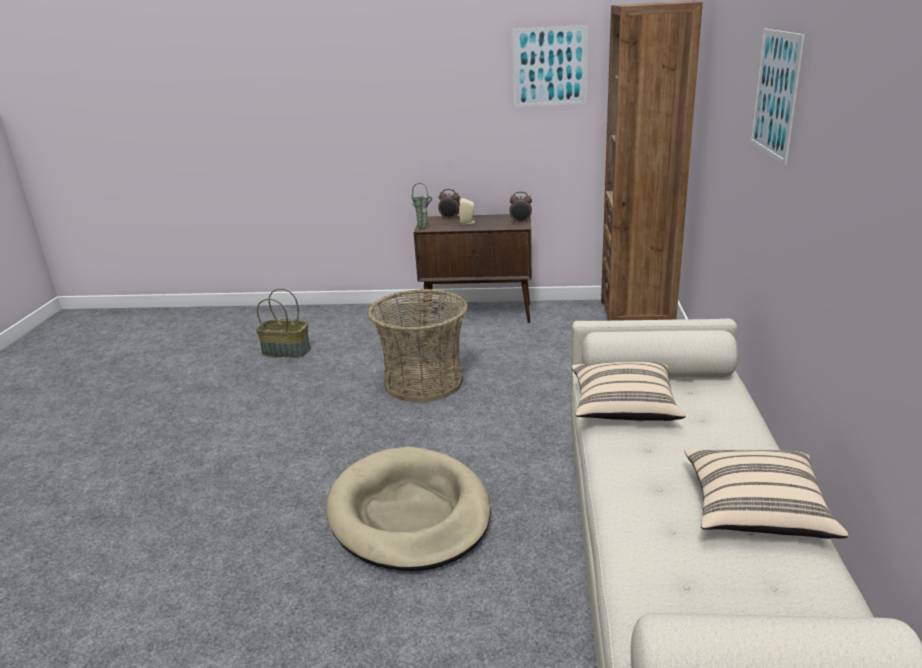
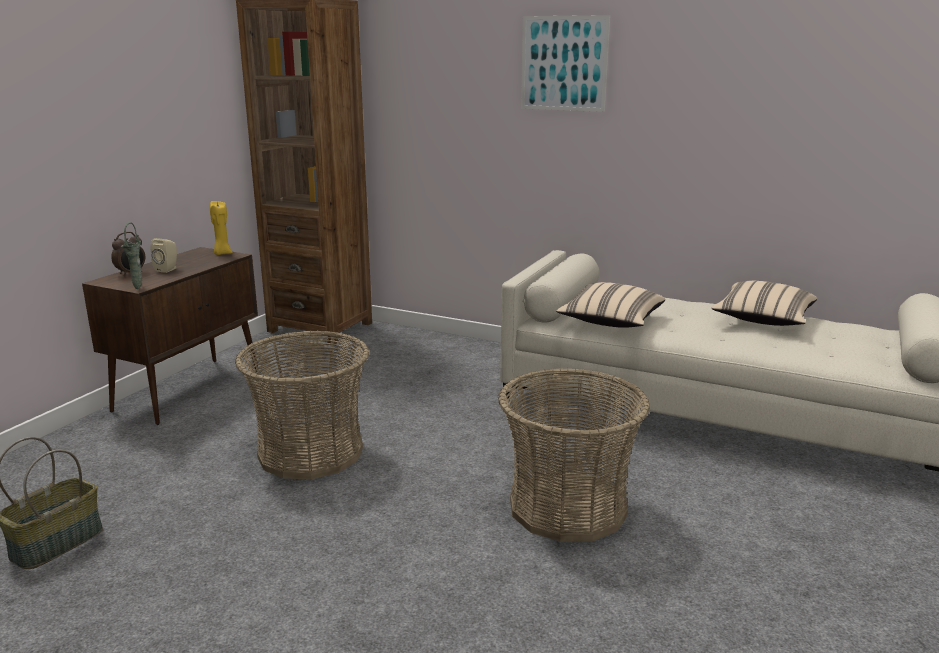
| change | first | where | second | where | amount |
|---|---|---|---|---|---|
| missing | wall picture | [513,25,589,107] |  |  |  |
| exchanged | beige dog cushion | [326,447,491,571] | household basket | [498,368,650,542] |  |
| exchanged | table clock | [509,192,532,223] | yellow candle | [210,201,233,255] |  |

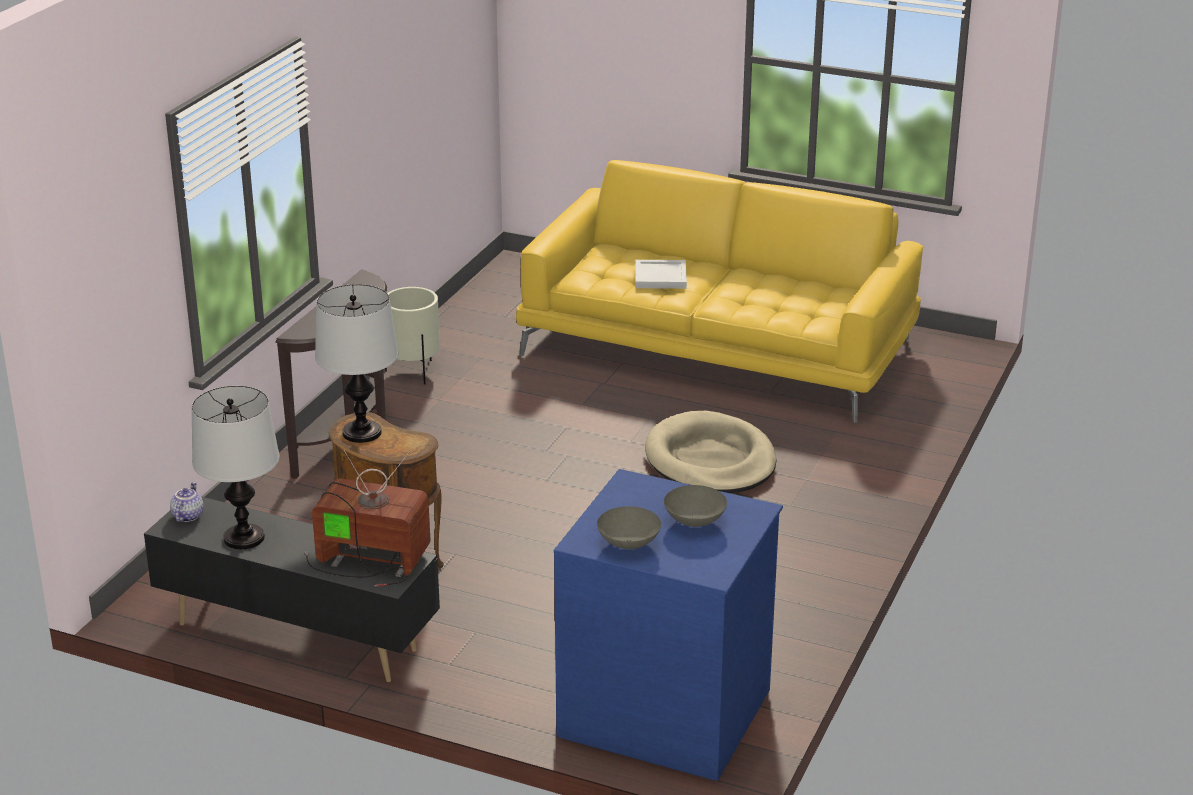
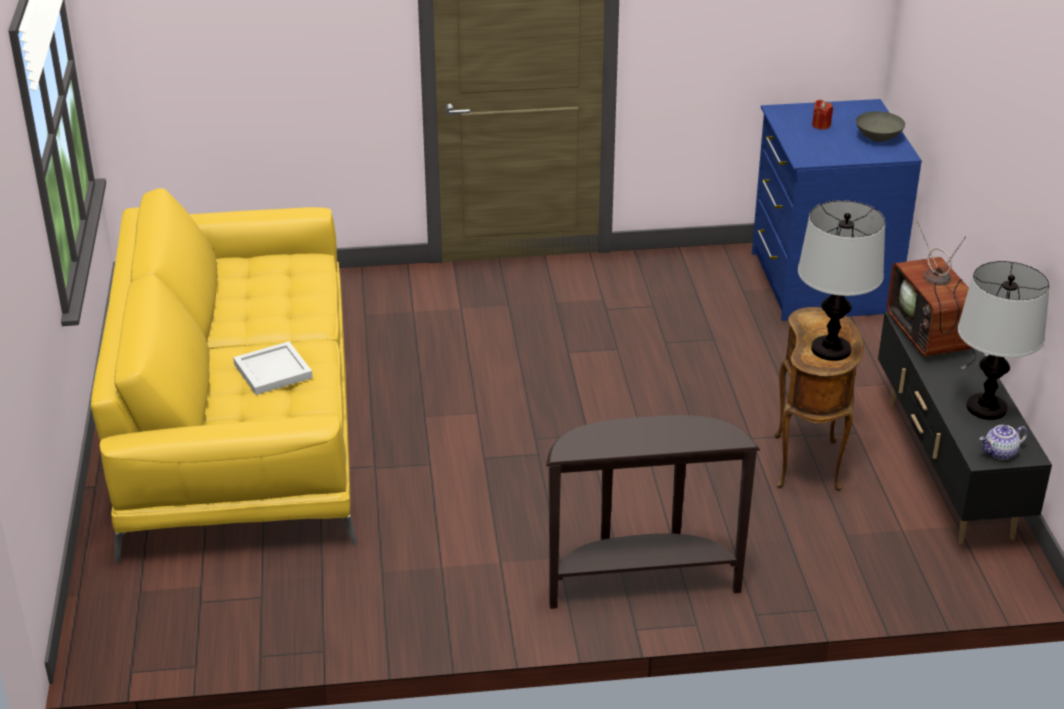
| change | first | where | second | where | amount |
|---|---|---|---|---|---|
| missing | beige plant pot | [385,287,440,385] |  |  |  |
| missing | beige dog cushion | [645,411,777,493] |  |  |  |
| exchanged | grey bowl | [664,485,727,527] | red candle | [812,100,833,130] |  |

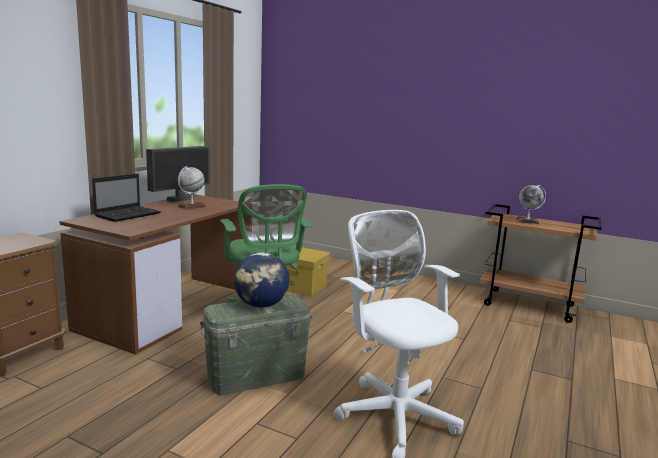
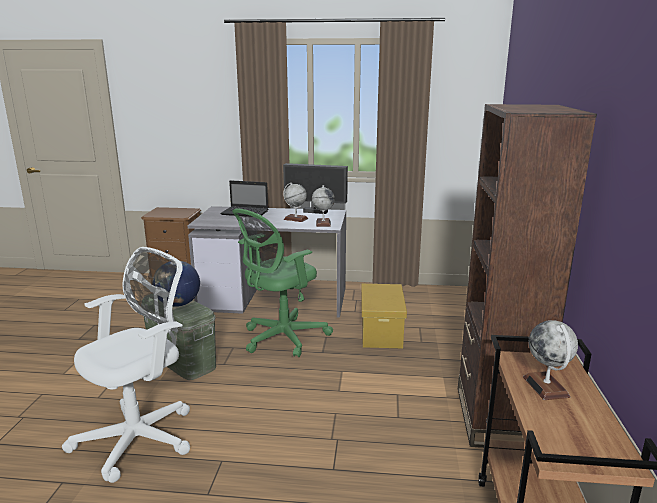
| change | first | where | second | where | amount |
|---|---|---|---|---|---|
| appeared |  |  | desk globe | [312,185,335,227] |  |
| appeared |  |  | brown-coloured bookcase | [458,104,597,448] |  |
| colour | brown-coloured desk | [59,194,243,355] | grey desk | [187,206,346,318] |  |

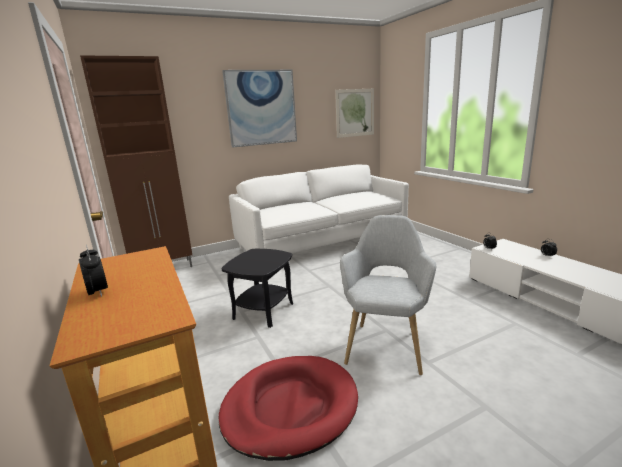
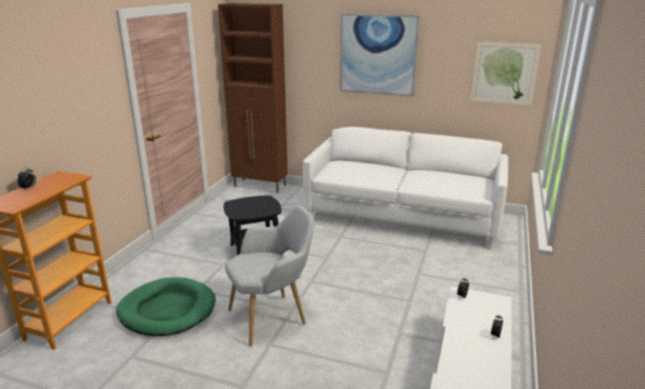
| change | first | where | second | where | amount |
|---|---|---|---|---|---|
| colour | red dog cushion | [219,356,358,461] | green dog cushion | [116,277,216,336] |  |

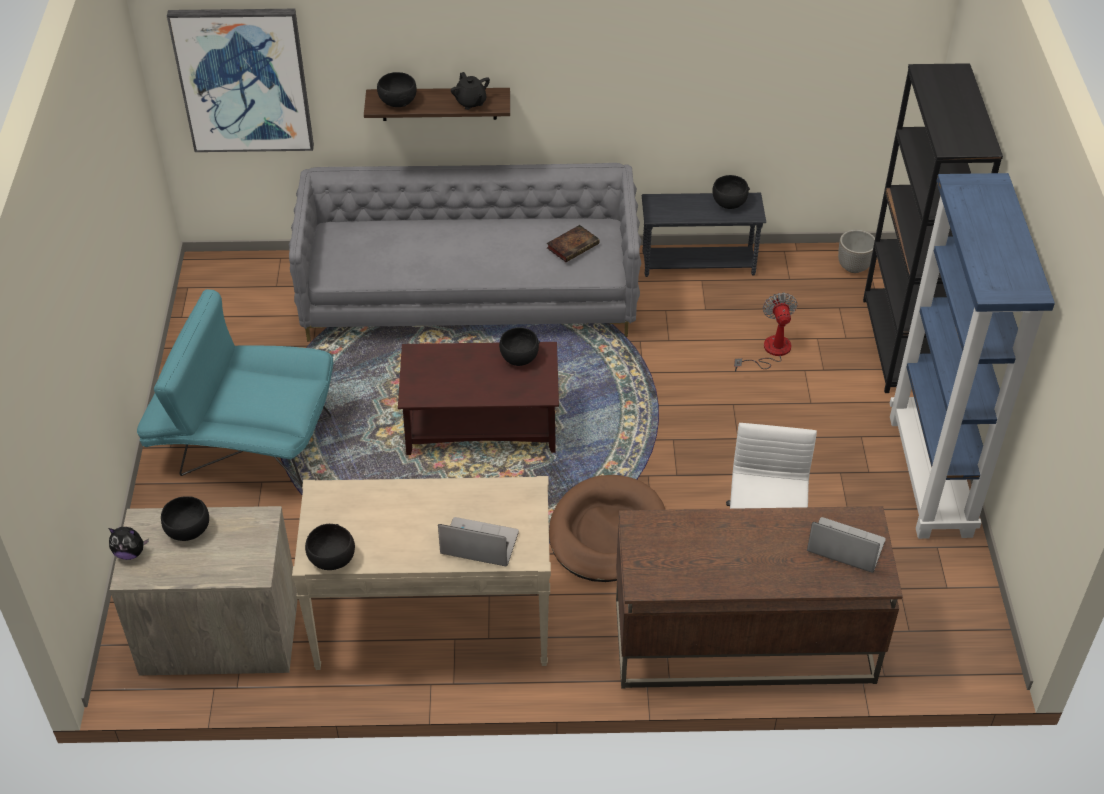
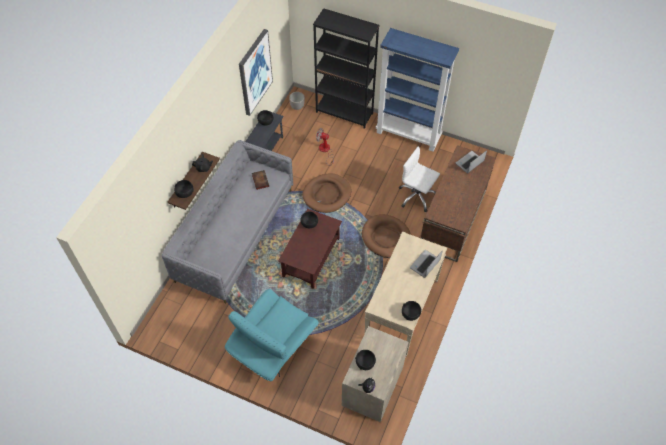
| change | first | where | second | where | amount |
|---|---|---|---|---|---|
| appeared |  |  | brown-coloured dog cushion | [302,173,351,213] |  |
| relocated | wall picture | [167,9,314,152] |  | [239,29,273,116] |  |

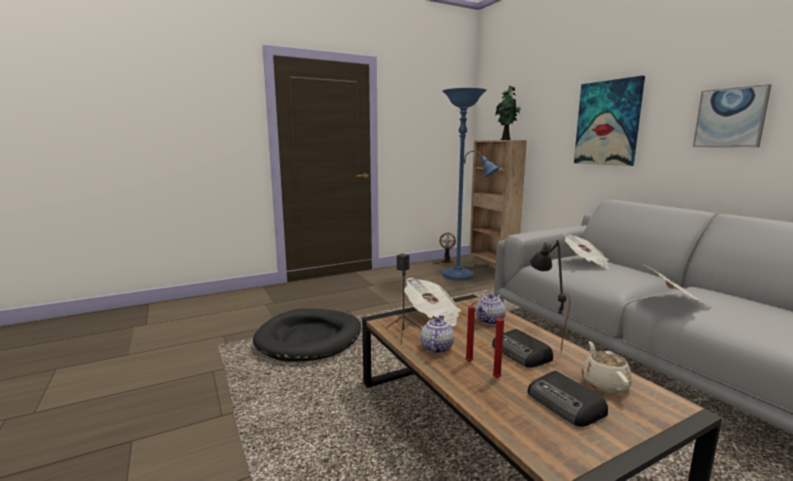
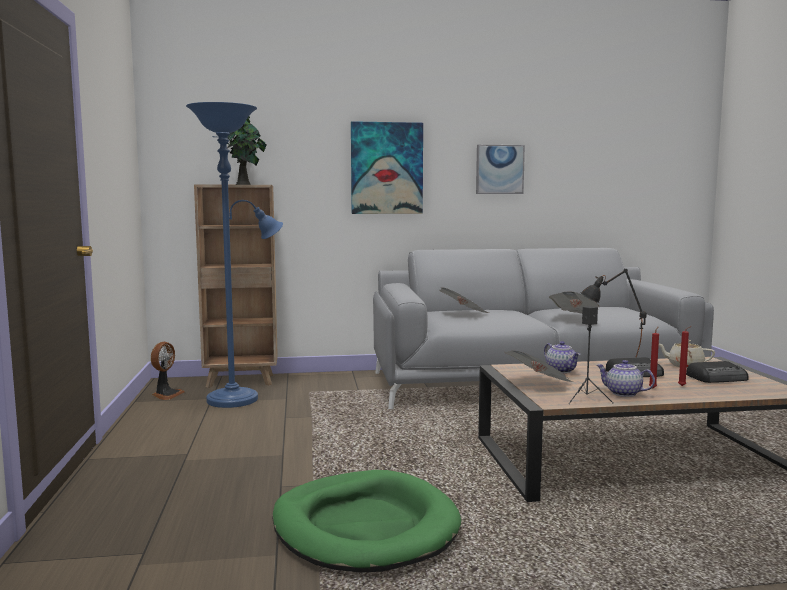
| change | first | where | second | where | amount |
|---|---|---|---|---|---|
| colour | blackish dog cushion | [253,308,361,362] | green dog cushion | [272,470,461,573] |  |

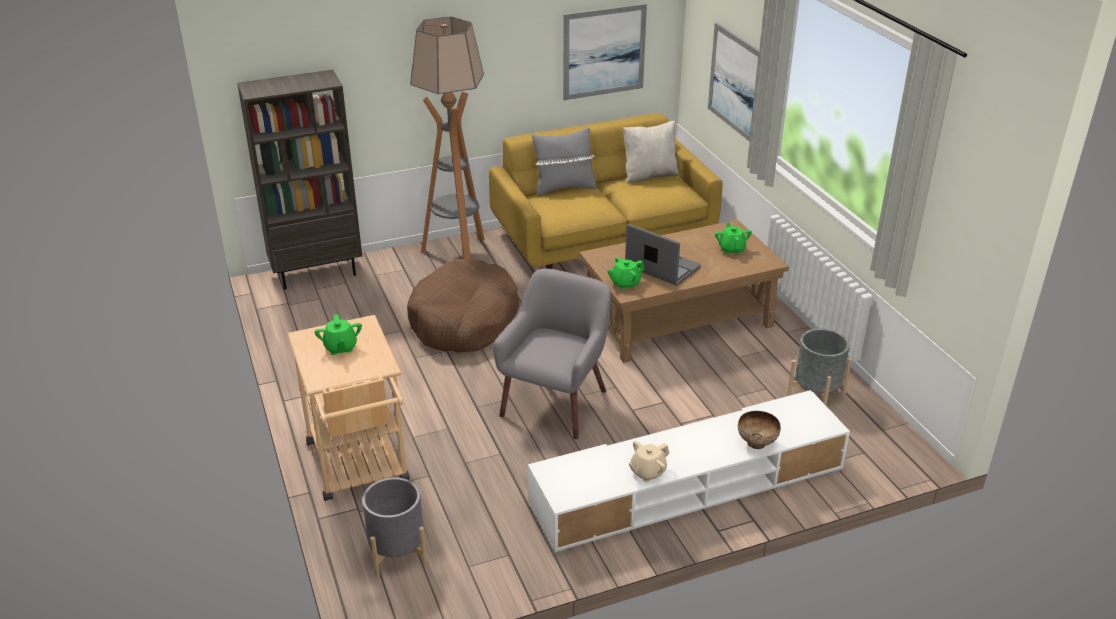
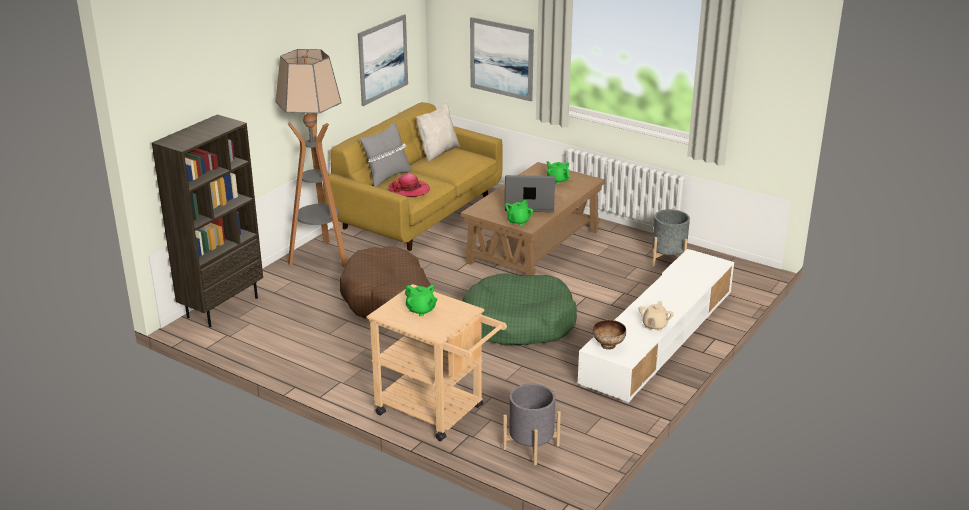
| change | first | where | second | where | amount |
|---|---|---|---|---|---|
| appeared |  |  | wearable hat | [388,173,430,197] |  |
| relocated | bowl | [738,411,781,449] |  | [593,320,626,350] |  |
| exchanged | grey easy chair | [493,268,611,439] | green dog cushion | [462,273,577,346] |  |

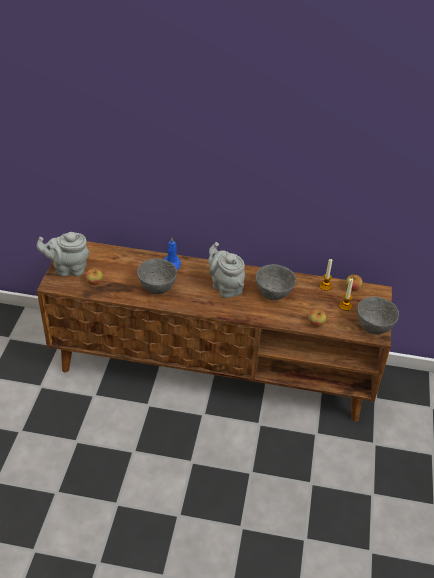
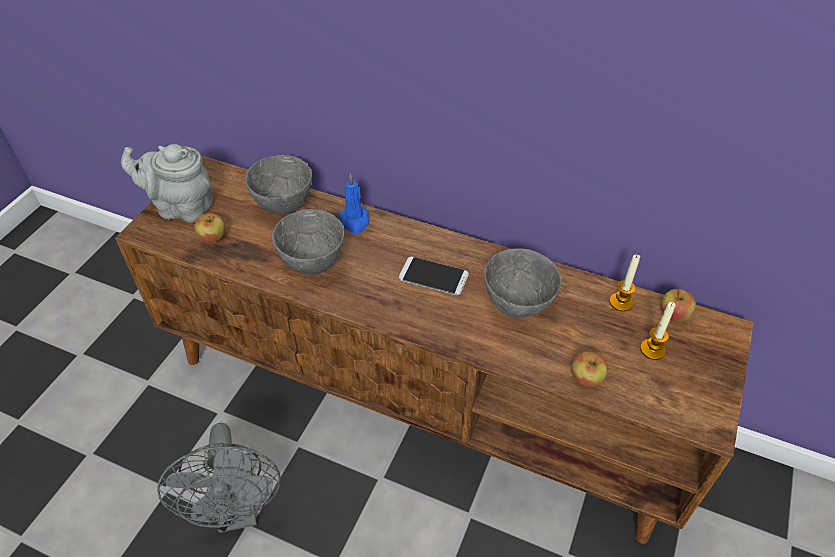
| change | first | where | second | where | amount |
|---|---|---|---|---|---|
| appeared |  |  | grey electric fan | [157,422,281,533] |  |
| relocated | grey bowl | [357,297,399,334] |  | [245,155,312,215] |  |
| exchanged | grey teapot | [208,242,245,298] | handset | [399,257,469,295] |  |

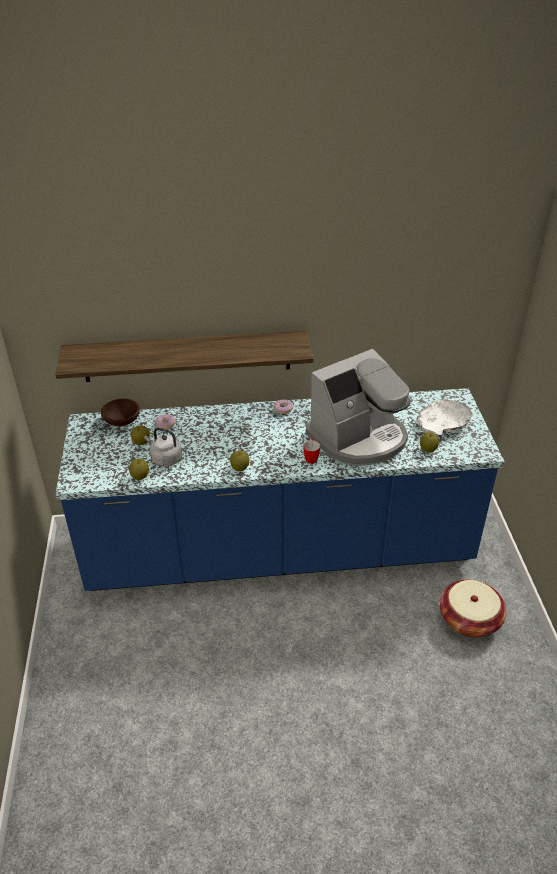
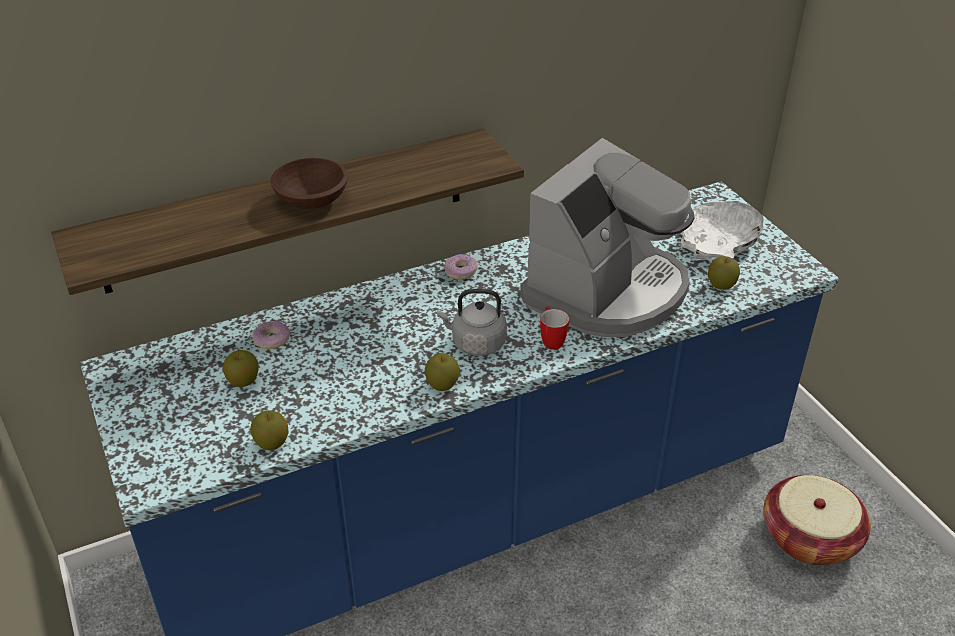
| change | first | where | second | where | amount |
|---|---|---|---|---|---|
| relocated | brown-coloured bowl | [101,398,140,426] |  | [271,158,348,209] |  |
| relocated | grey water kettle | [144,427,182,467] |  | [437,289,507,356] |  |

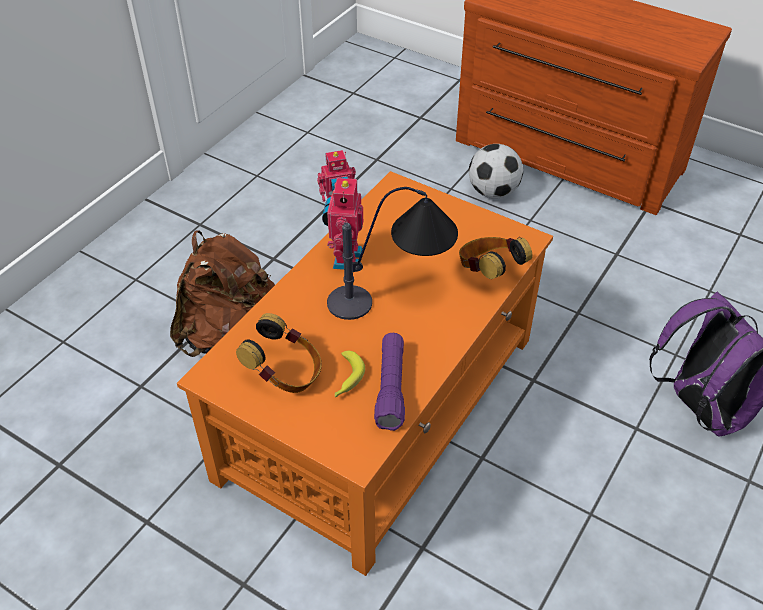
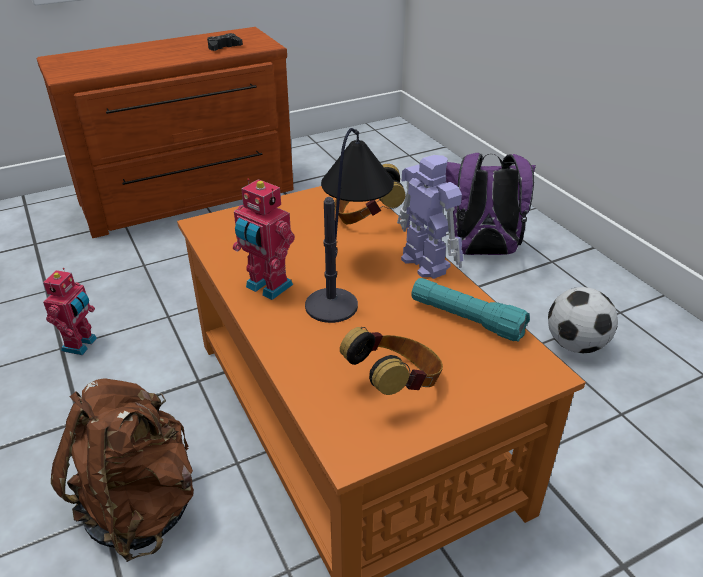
| change | first | where | second | where | amount |
|---|---|---|---|---|---|
| missing | whole banana | [335,351,365,397] |  |  |  |
| appeared |  |  | blackish gamepad | [207,33,243,51] |  |
| appeared |  |  | toy robot | [397,155,463,279] |  |
| relocated | football | [469,144,523,198] |  | [548,287,618,353] |  |
| colour | purplish hand torch | [374,333,405,431] | blue-green hand torch | [411,278,530,342] |  |

